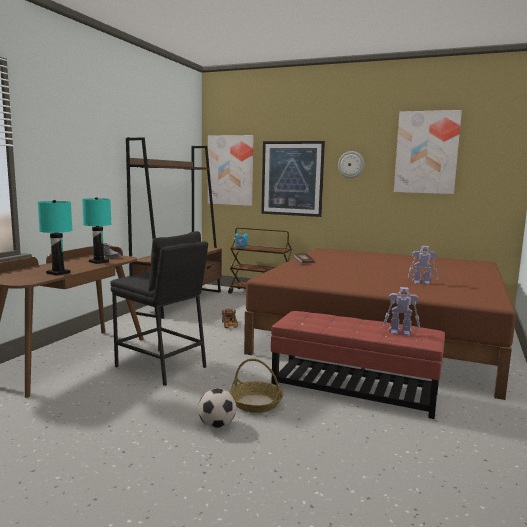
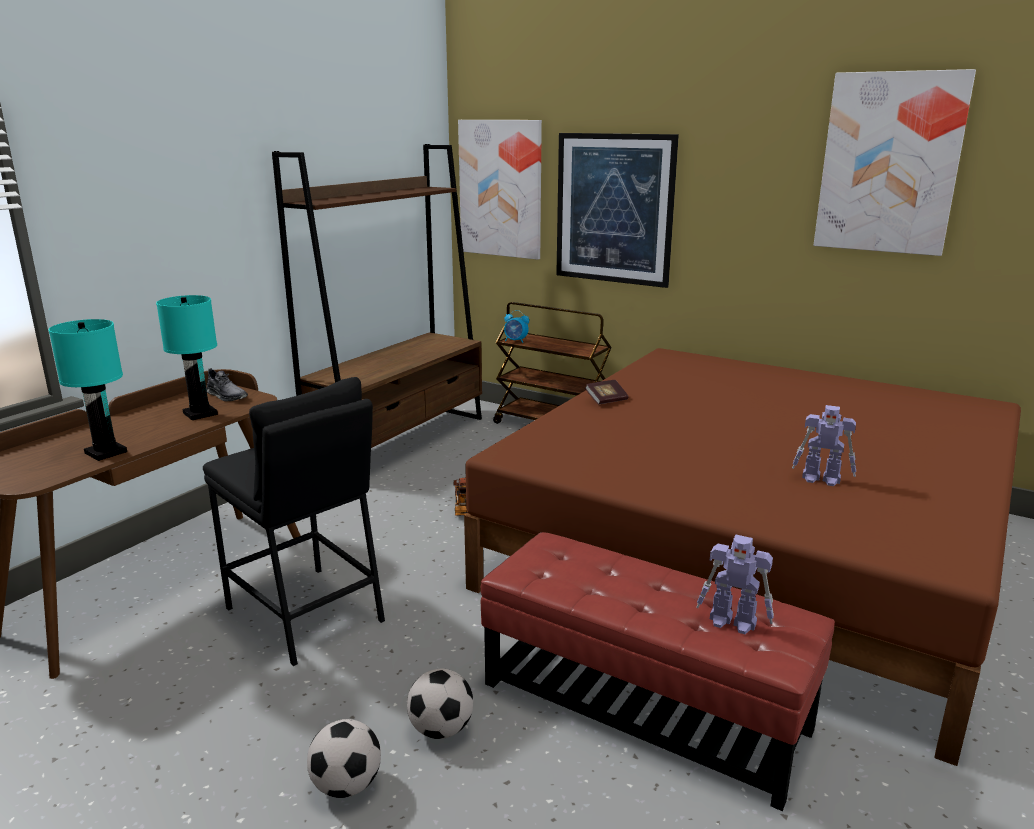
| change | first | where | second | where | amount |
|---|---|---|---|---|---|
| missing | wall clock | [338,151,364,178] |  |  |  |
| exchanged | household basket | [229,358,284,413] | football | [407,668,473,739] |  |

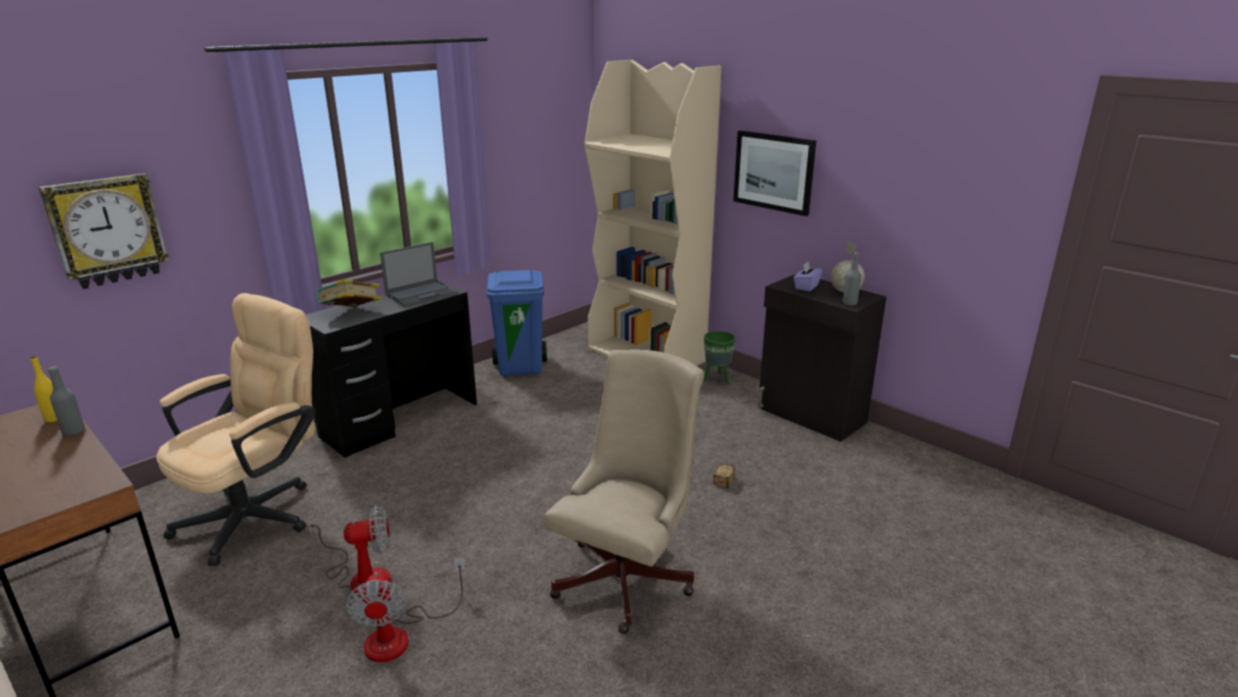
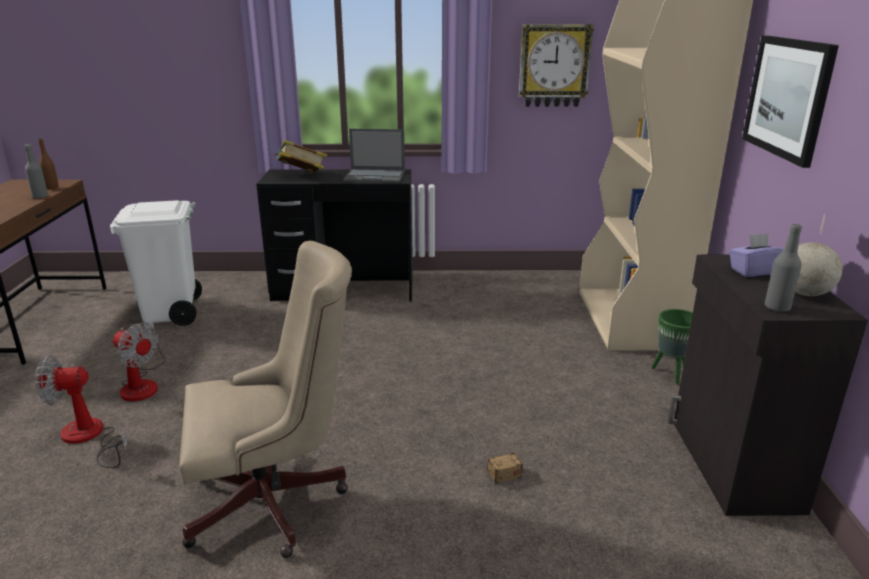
| change | first | where | second | where | amount |
|---|---|---|---|---|---|
| missing | blue-coloured waste bin | [487,270,547,376] |  |  |  |
| relocated | wall clock | [39,173,168,289] |  | [519,24,594,107] |  |
| exchanged | beige office chair | [156,293,316,566] | white-coloured waste bin | [110,200,202,326] |  |
| colour | yellow bottle | [31,355,57,422] | brown-coloured bottle | [38,138,59,189] |  |
| spun | electric fan | [346,557,466,662] |  | [35,355,127,468] | 45 degrees clockwise |

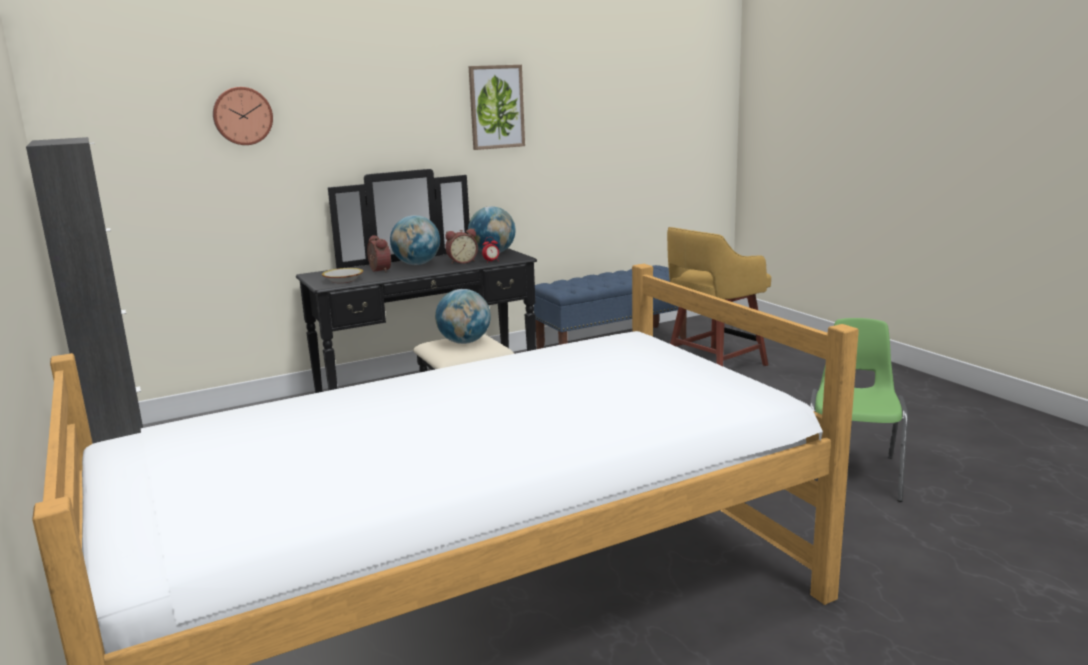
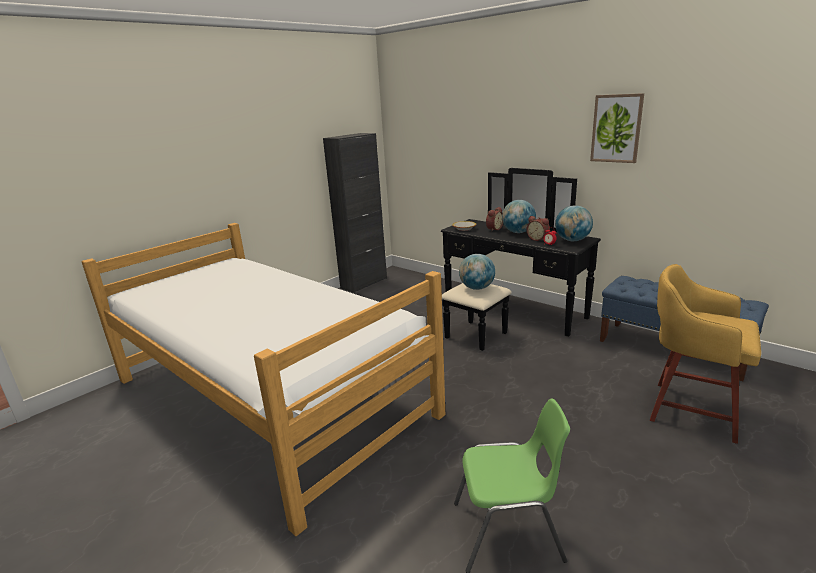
| change | first | where | second | where | amount |
|---|---|---|---|---|---|
| missing | wall clock | [213,87,273,145] |  |  |  |

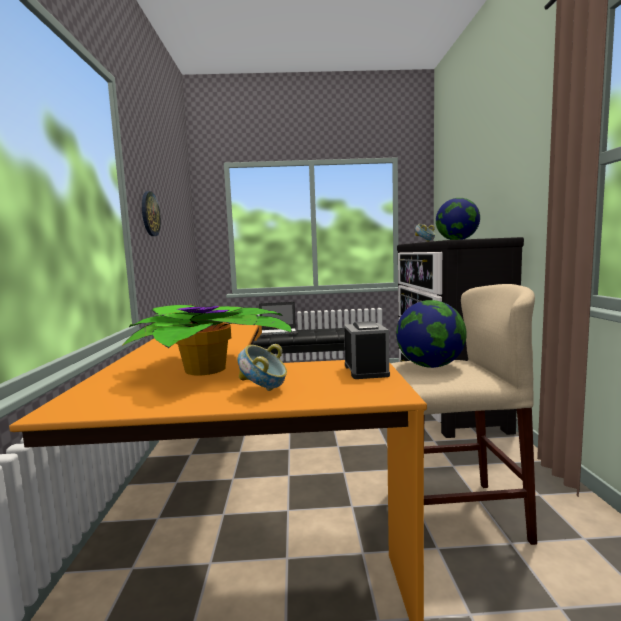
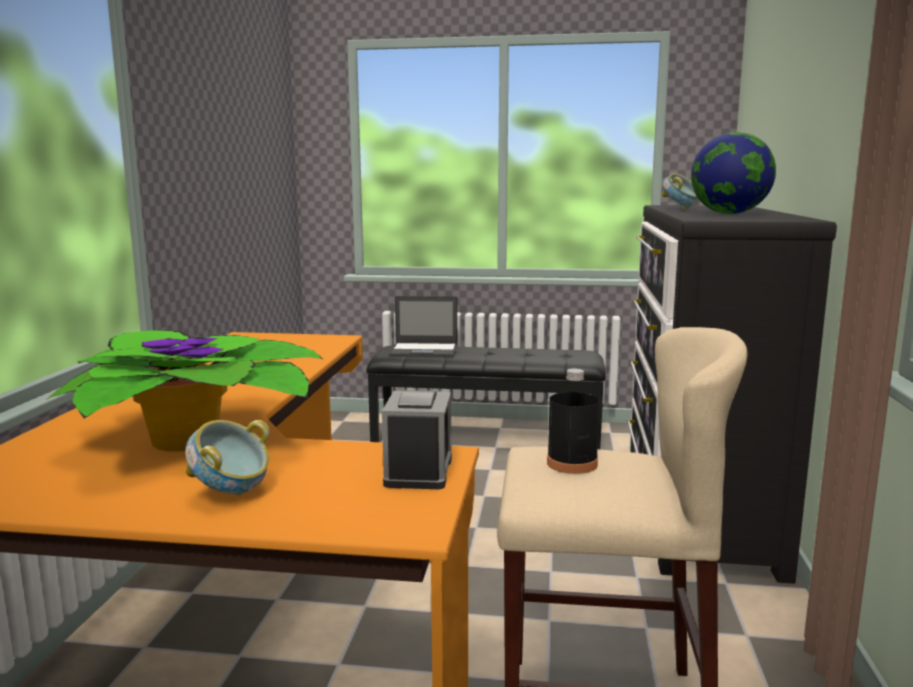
| change | first | where | second | where | amount |
|---|---|---|---|---|---|
| missing | wall clock | [142,191,161,236] |  |  |  |
| exchanged | desk globe | [396,300,467,368] | blackish bottle | [547,369,599,474] |  |

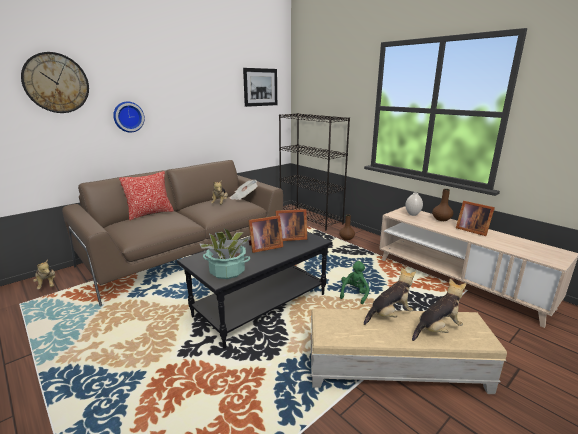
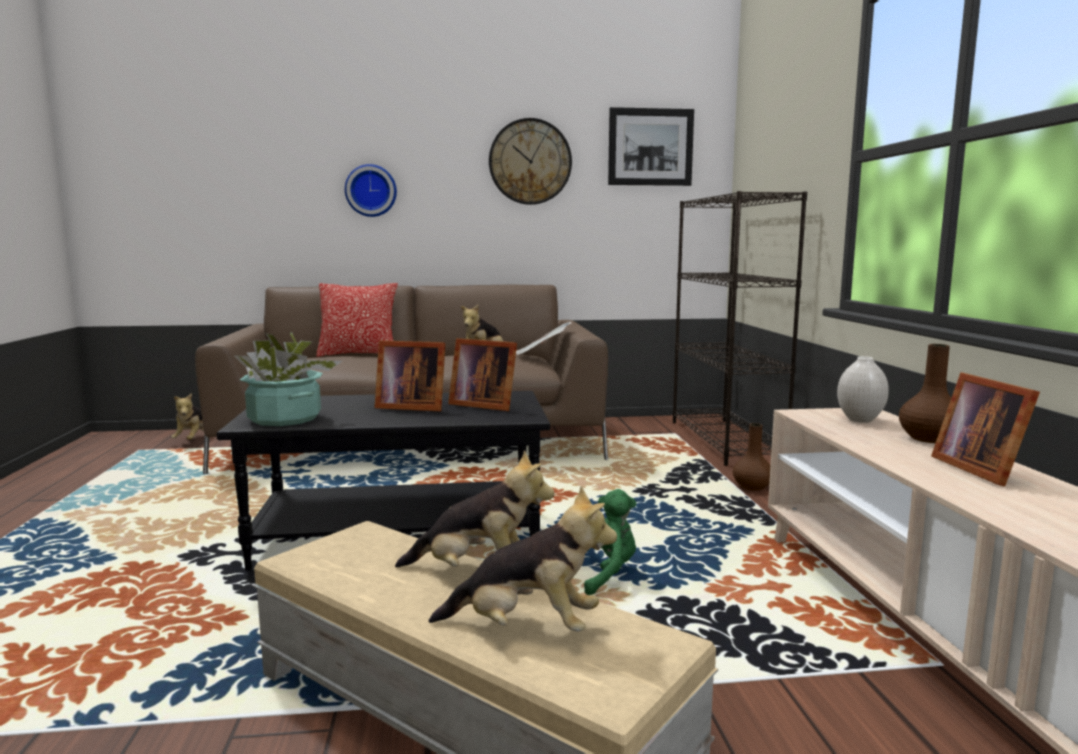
| change | first | where | second | where | amount |
|---|---|---|---|---|---|
| relocated | wall clock | [21,52,89,113] |  | [489,118,572,205] |  |

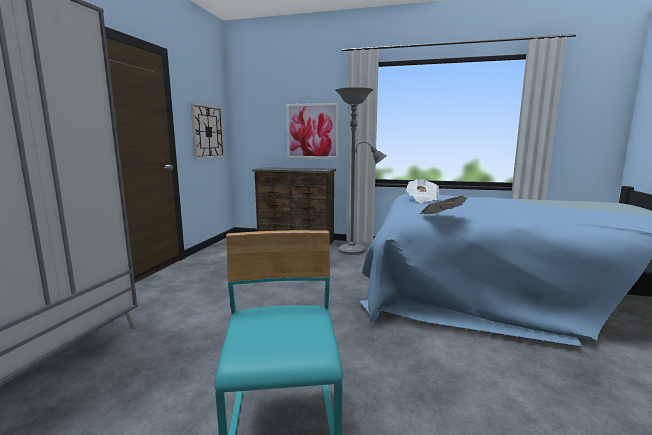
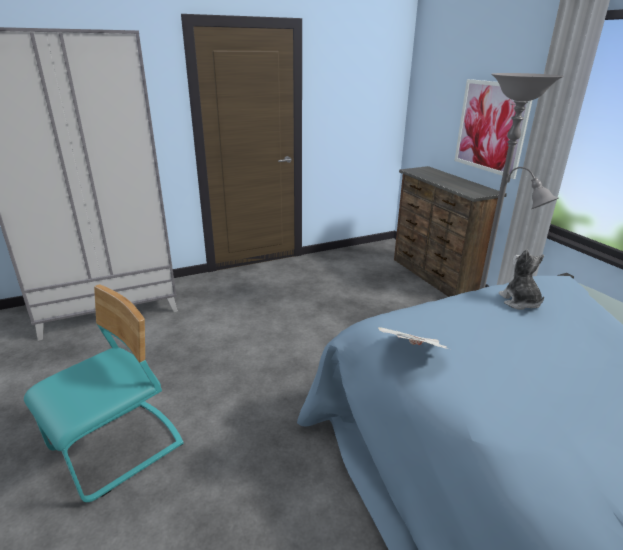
| change | first | where | second | where | amount |
|---|---|---|---|---|---|
| missing | wall clock | [190,103,225,159] |  |  |  |
| exchanged | newspaper | [406,179,439,203] | cuddly toy | [498,249,544,310] |  |

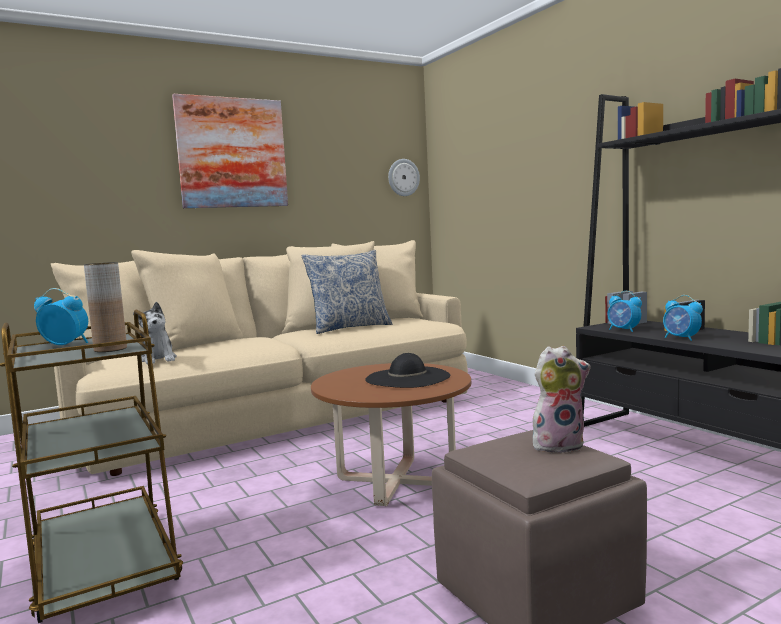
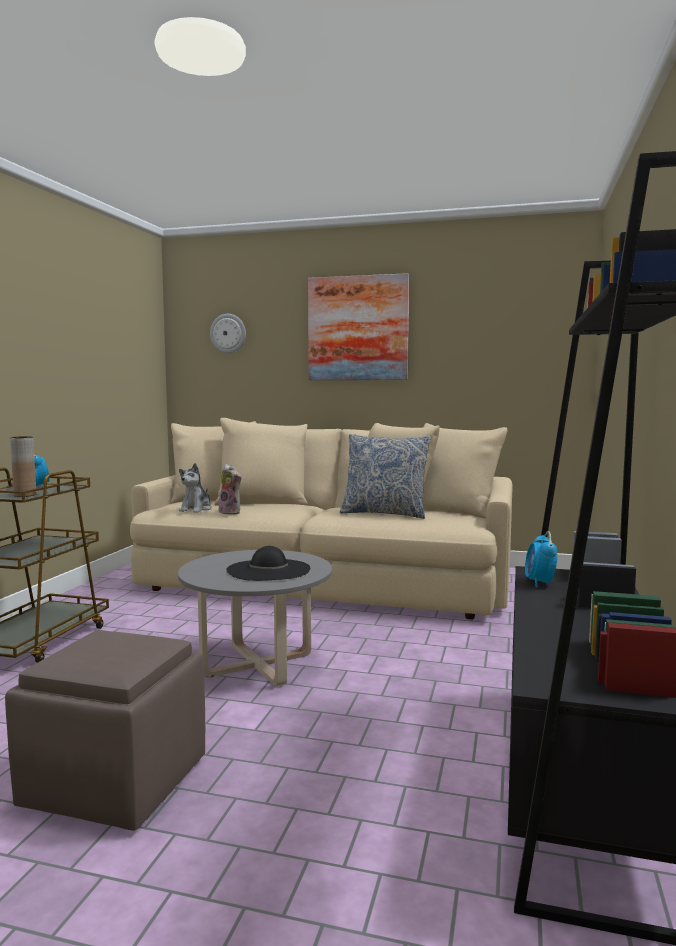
| change | first | where | second | where | amount |
|---|---|---|---|---|---|
| missing | table clock | [663,295,703,341] |  |  |  |
| relocated | wall clock | [388,159,420,196] |  | [210,314,246,353] |  |
| relocated | cuddly toy | [533,346,591,453] |  | [219,464,242,515] |  |
| colour | brown-coloured coffee table | [311,363,471,506] | grey coffee table | [178,550,332,686] |  |

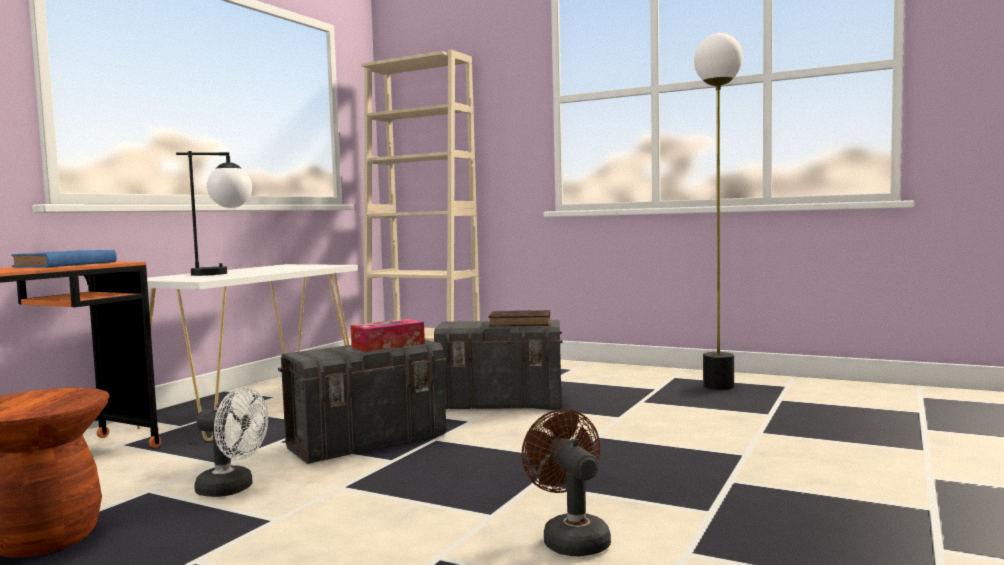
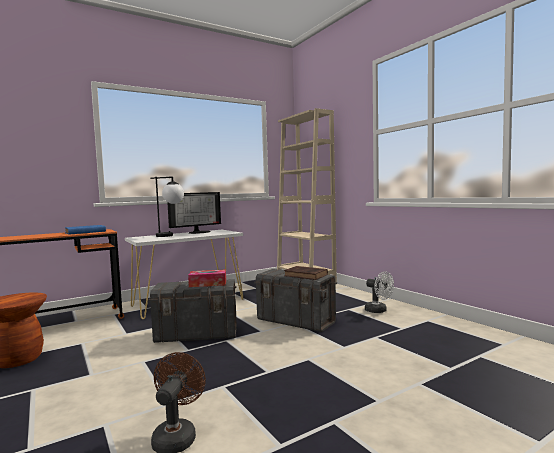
| change | first | where | second | where | amount |
|---|---|---|---|---|---|
| missing | standard lamp | [694,33,743,390] |  |  |  |
| appeared |  |  | computer display | [167,192,221,234] |  |
| relocated | white-coloured electric fan | [194,387,268,497] |  | [365,272,394,313] |  |

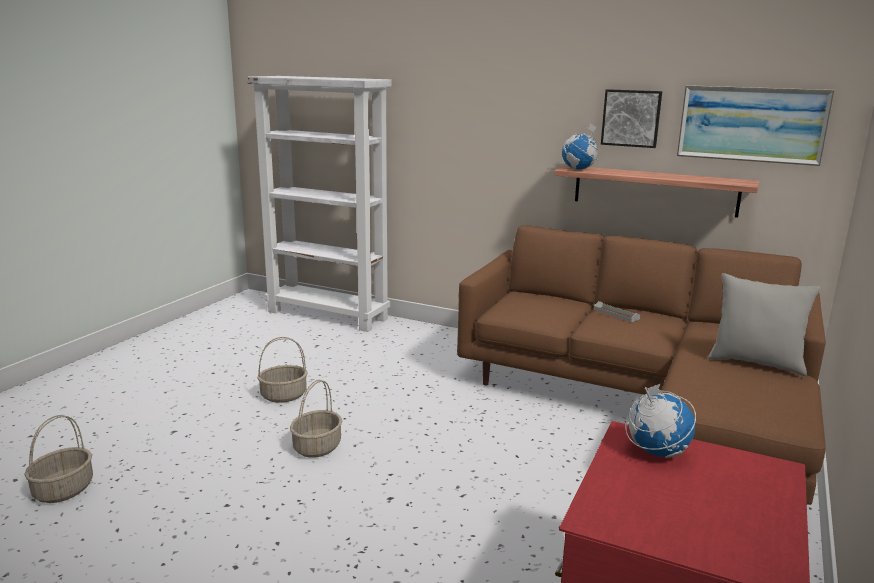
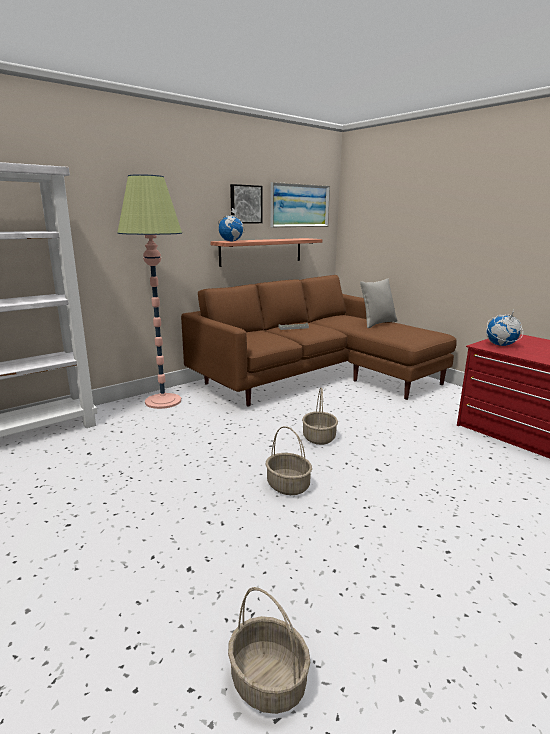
| change | first | where | second | where | amount |
|---|---|---|---|---|---|
| appeared |  |  | standard lamp | [117,174,182,409] |  |
| relocated | household basket | [258,337,308,403] |  | [302,388,338,445] |  |

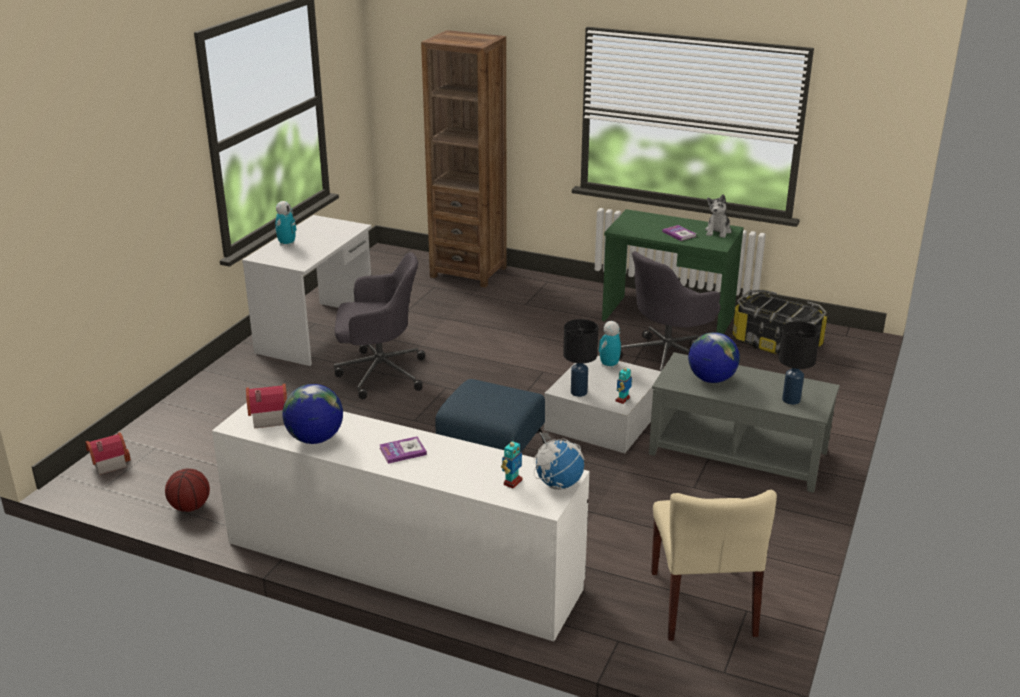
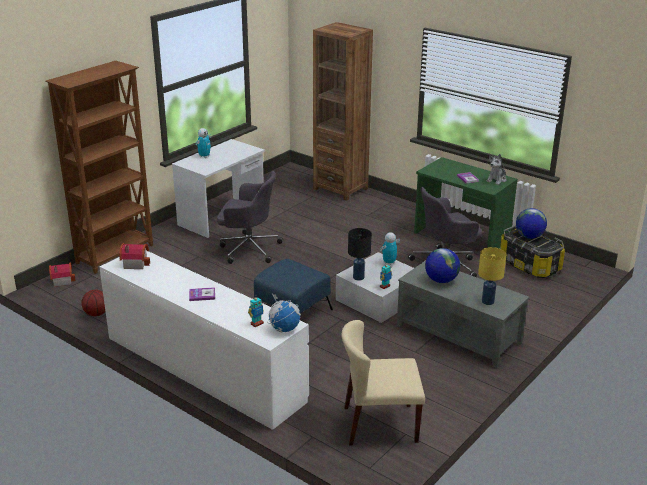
| change | first | where | second | where | amount |
|---|---|---|---|---|---|
| appeared |  |  | brown-coloured bookcase | [45,61,153,274] |  |
| relocated | desk globe | [282,384,343,444] |  | [516,208,547,239] |  |
| colour | blackish table lamp | [778,321,820,405] | yellow table lamp | [478,247,506,305] |  |
| spun | beige chair | [651,490,777,641] |  | [341,320,425,446] | 75 degrees clockwise |

